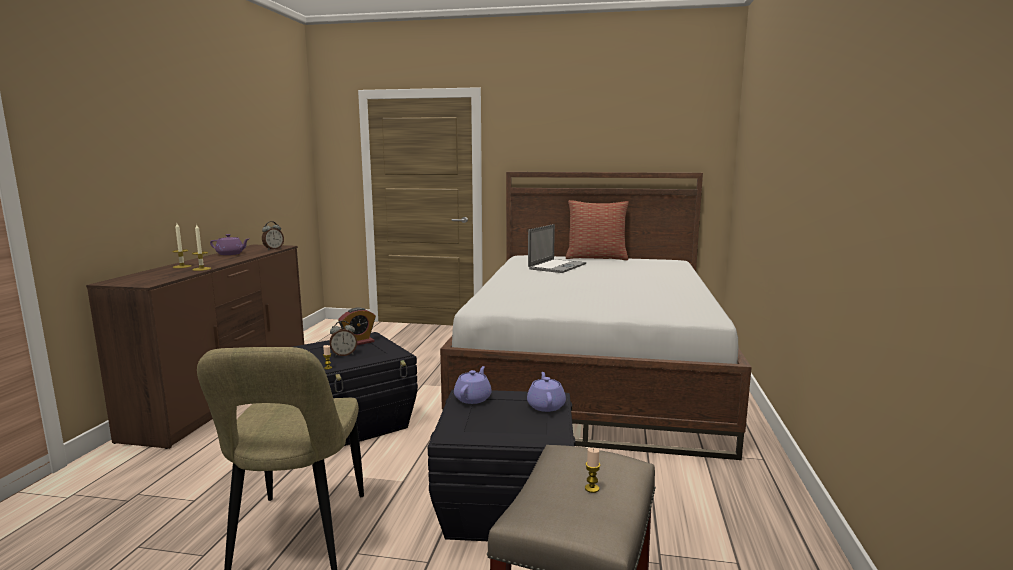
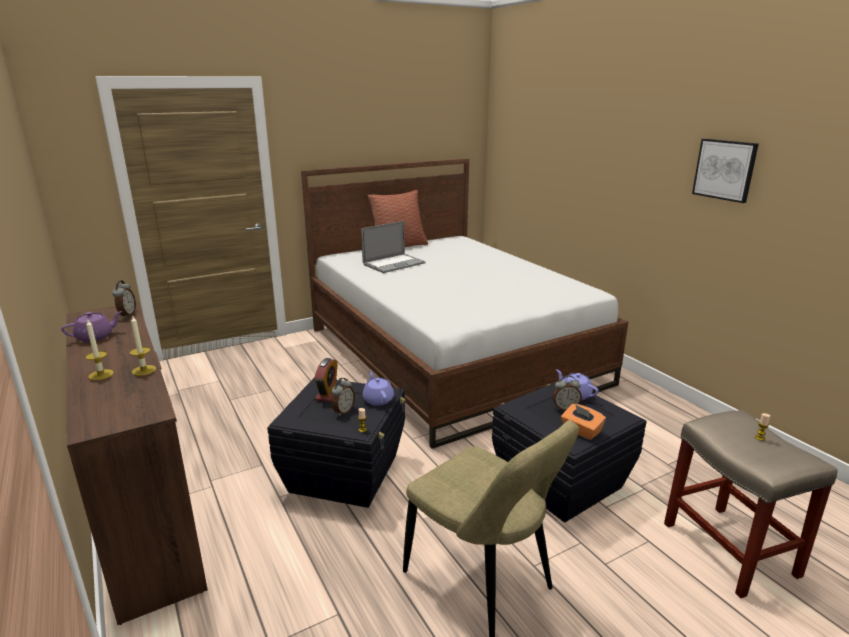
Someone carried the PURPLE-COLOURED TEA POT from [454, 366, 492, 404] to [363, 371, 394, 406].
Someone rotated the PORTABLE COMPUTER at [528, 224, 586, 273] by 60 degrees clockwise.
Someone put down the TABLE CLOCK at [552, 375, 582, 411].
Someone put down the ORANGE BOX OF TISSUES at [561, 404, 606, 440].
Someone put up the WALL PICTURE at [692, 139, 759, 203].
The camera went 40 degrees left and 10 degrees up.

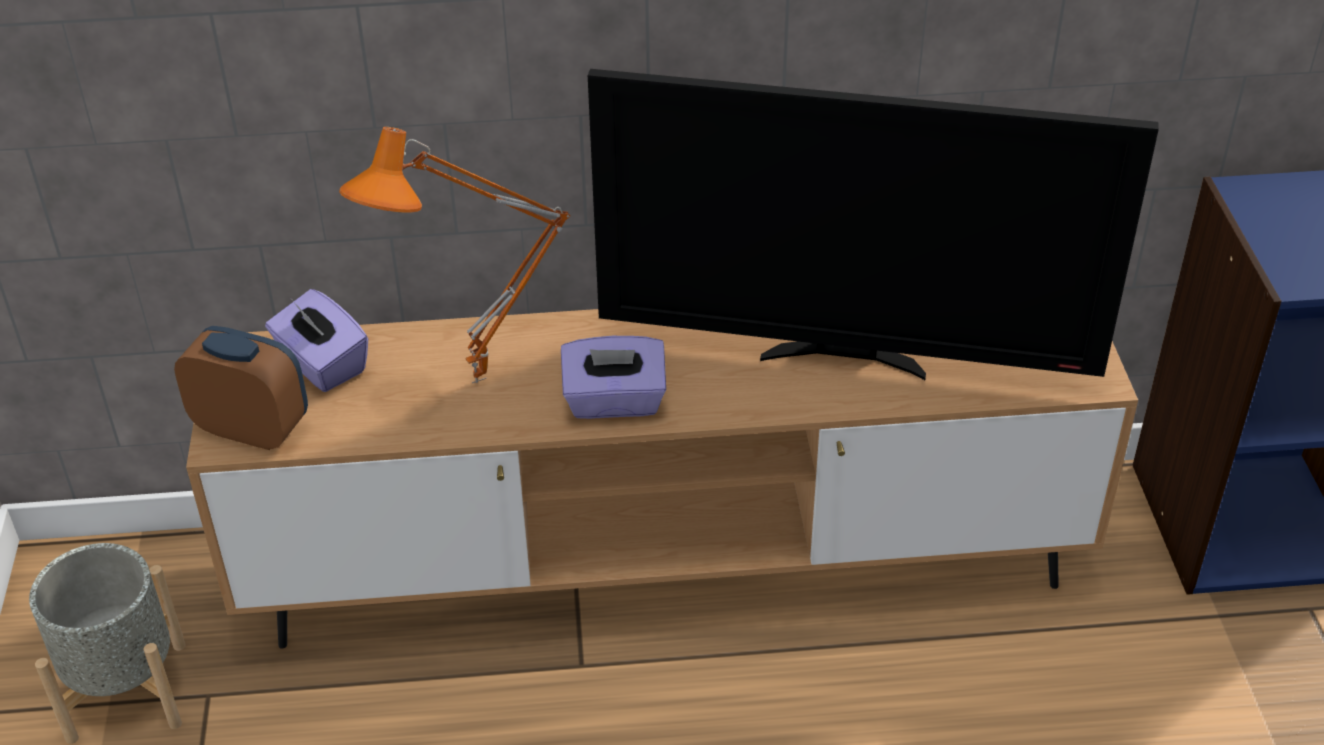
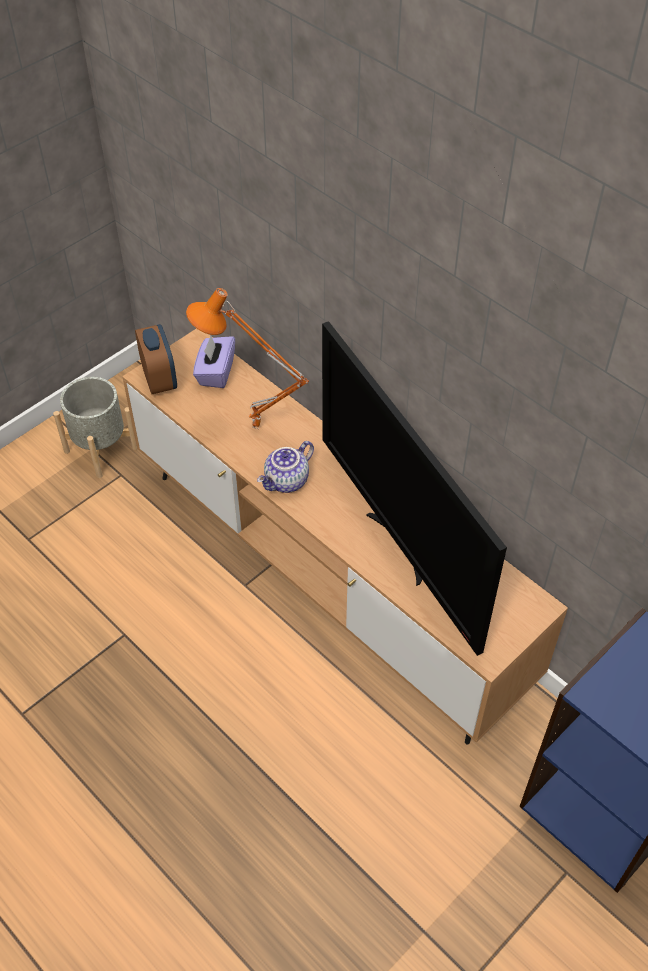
Someone swapped the PURPLE-COLOURED BOX OF TISSUES at [561, 336, 666, 419] for the TEA POT at [257, 441, 314, 493].
The camera went 50 degrees right and 10 degrees up.

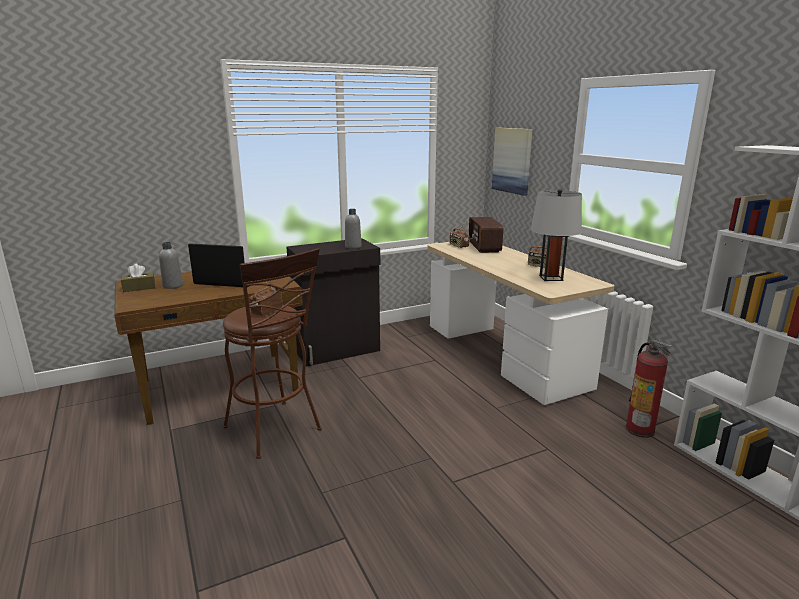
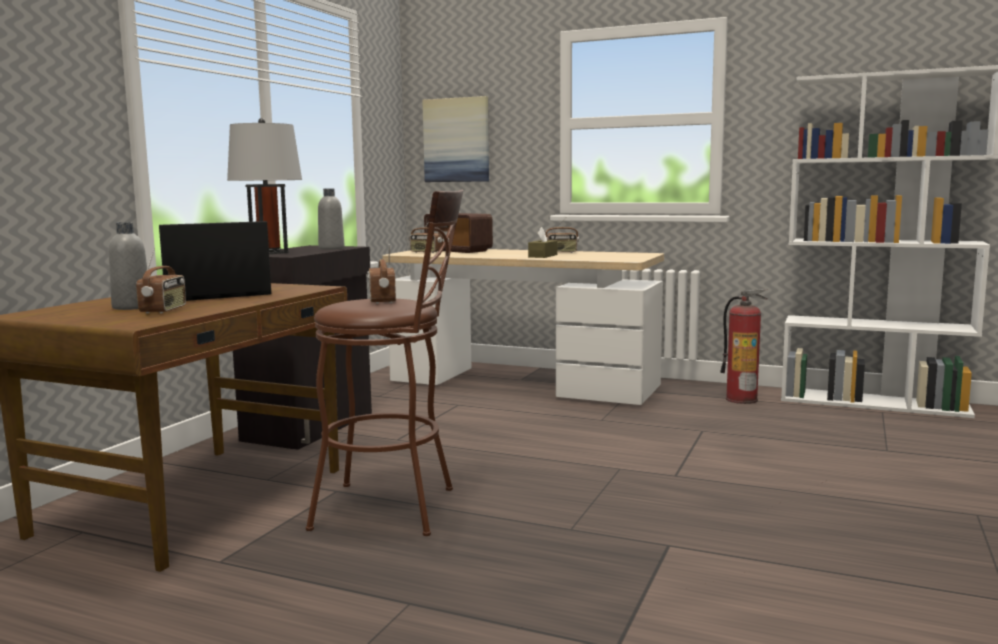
Someone carried the BROWN BOX OF TISSUES from [121, 264, 155, 292] to [528, 227, 557, 258].
Someone carried the GREY LAMP FOR A TABLE from [530, 188, 582, 281] to [227, 118, 302, 254].
Someone put down the RADIO RECEIVER at [136, 248, 186, 313].
The camera went 40 degrees left and 10 degrees down.

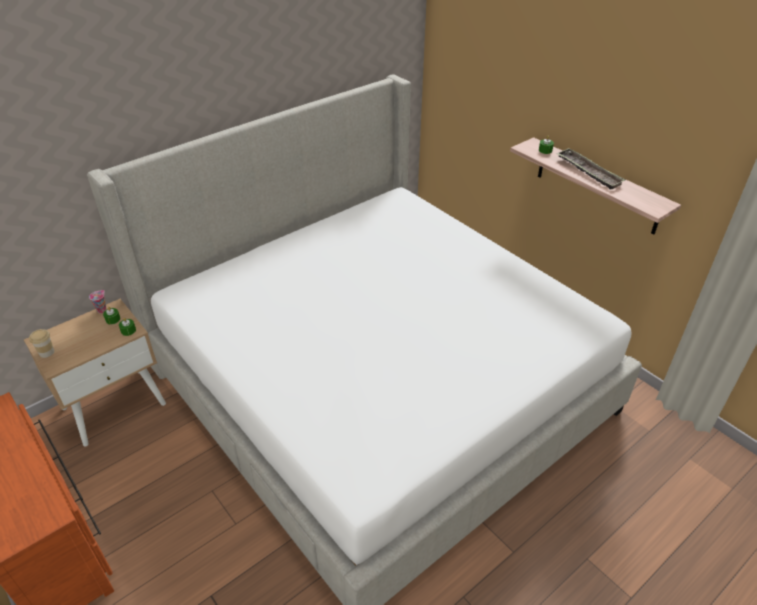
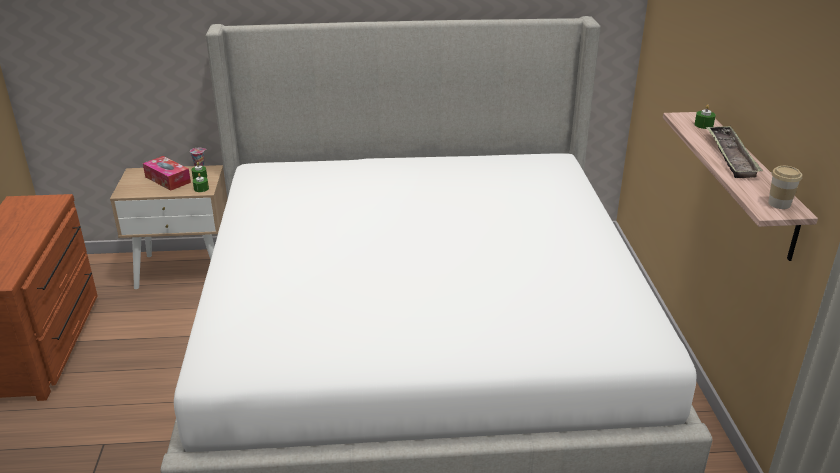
Someone carried the CUP from [29, 329, 54, 358] to [768, 166, 802, 209].
Someone put down the BOX OF TISSUES at [143, 156, 191, 191].
The camera went 35 degrees right and 10 degrees down.

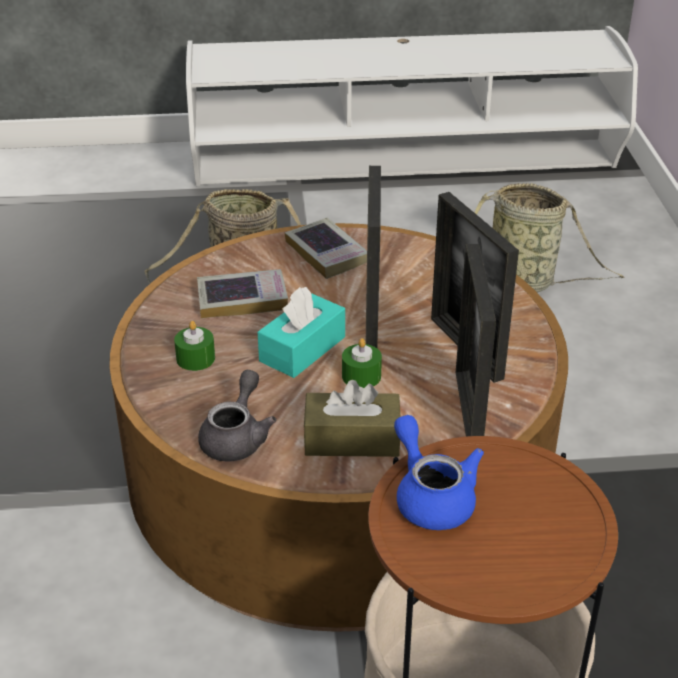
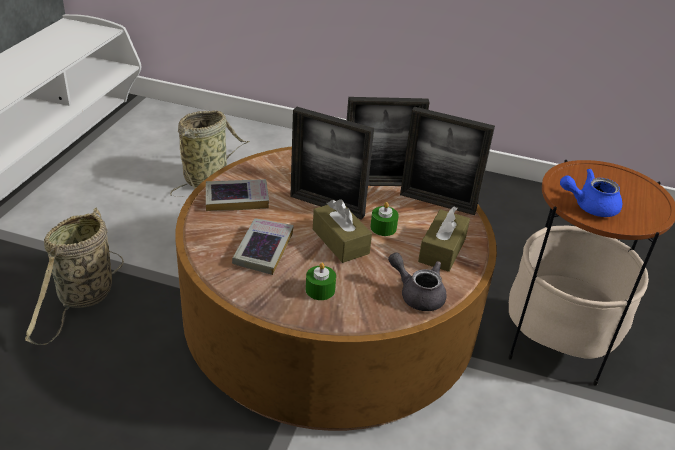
Someone repainted the TURQUOISE-COLOURED BOX OF TISSUES at [258, 287, 345, 378], which became the BROWN BOX OF TISSUES at [313, 199, 372, 263].
The camera went 70 degrees left and 0 degrees up.

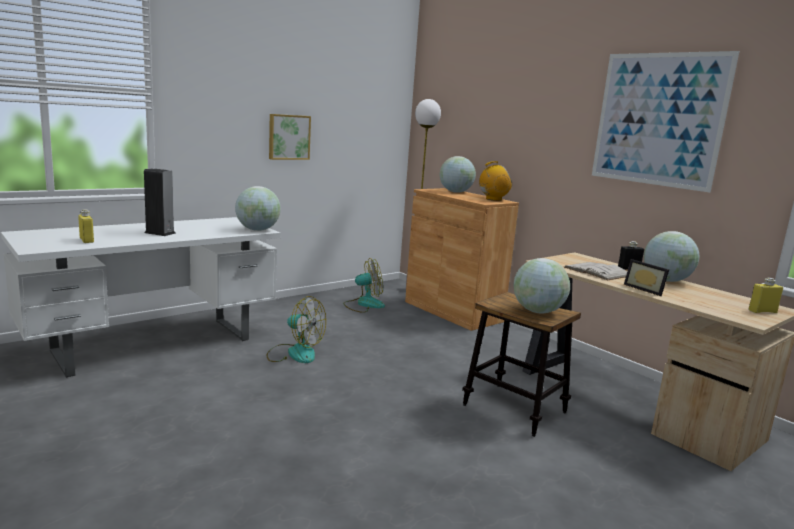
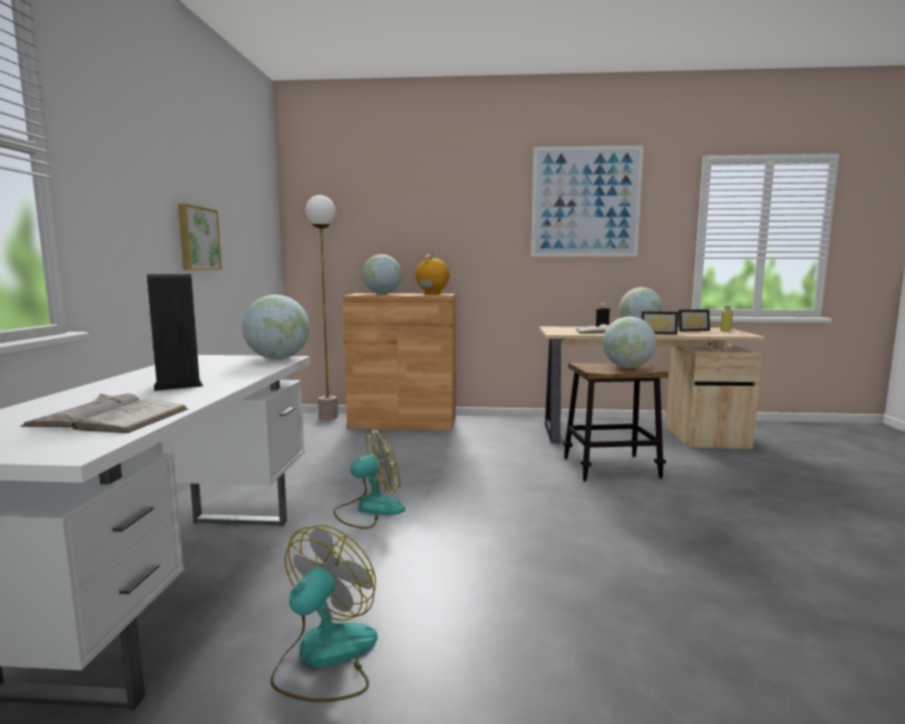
Someone swapped the YELLOW-COLOURED BOTTLE at [78, 210, 94, 243] for the WHITE BOUND BOOK at [20, 394, 188, 433].
Someone carried the ELECTRIC FAN from [343, 258, 385, 313] to [270, 525, 378, 702].
Someone put down the PHOTO FRAME at [678, 309, 710, 332].
The camera went 45 degrees left and 5 degrees down.

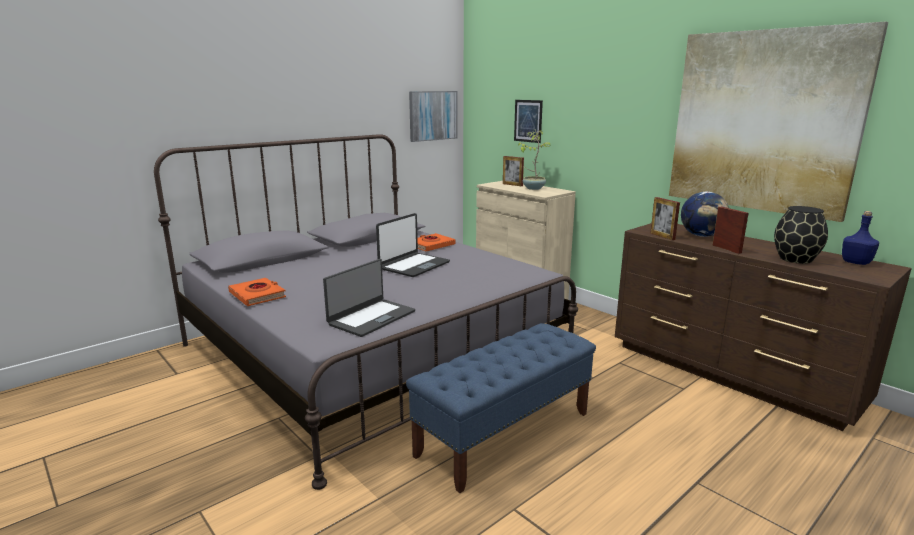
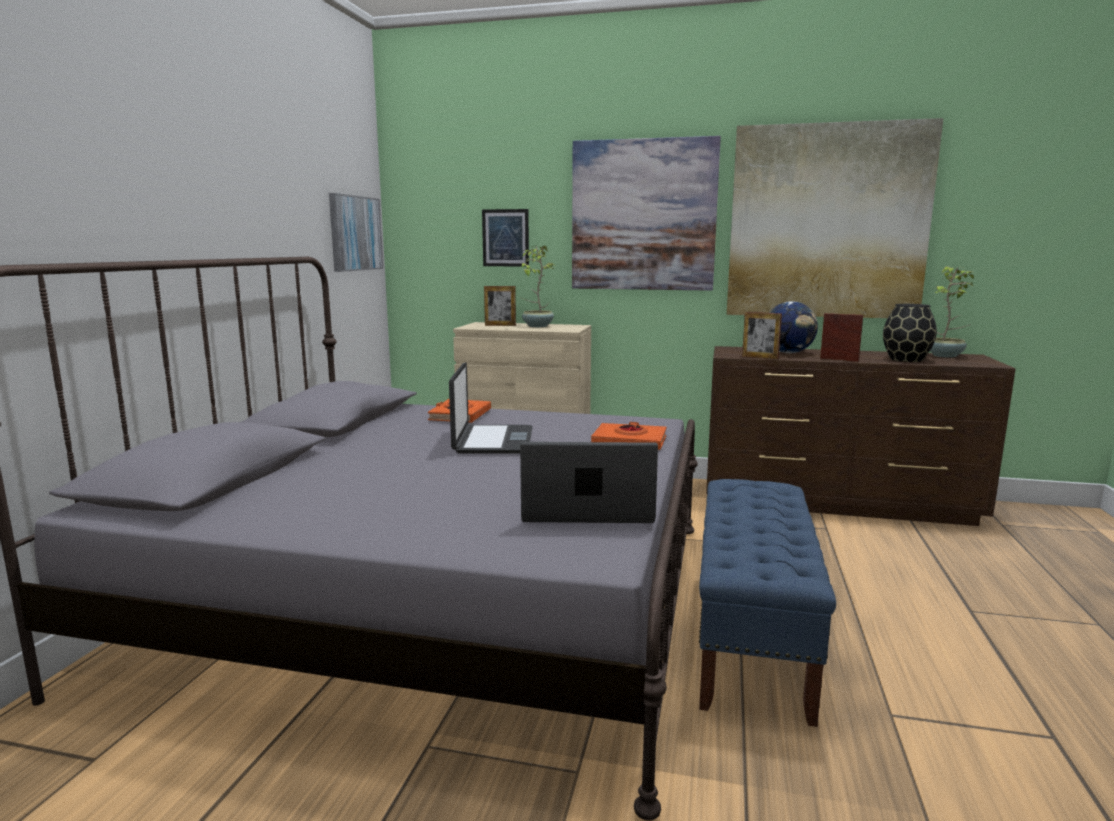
Someone carried the ORANGE BOUND BOOK from [228, 278, 286, 306] to [591, 422, 667, 450].
Someone rotated the PORTABLE COMPUTER at [323, 259, 415, 337] by 90 degrees counterclockwise.
Someone swapped the BLUE-COLOURED BOTTLE at [842, 211, 880, 265] for the POTTED PLANT at [930, 266, 975, 358].
Someone put up the WALL PICTURE at [572, 136, 721, 291].
The camera went 35 degrees left and 5 degrees down.

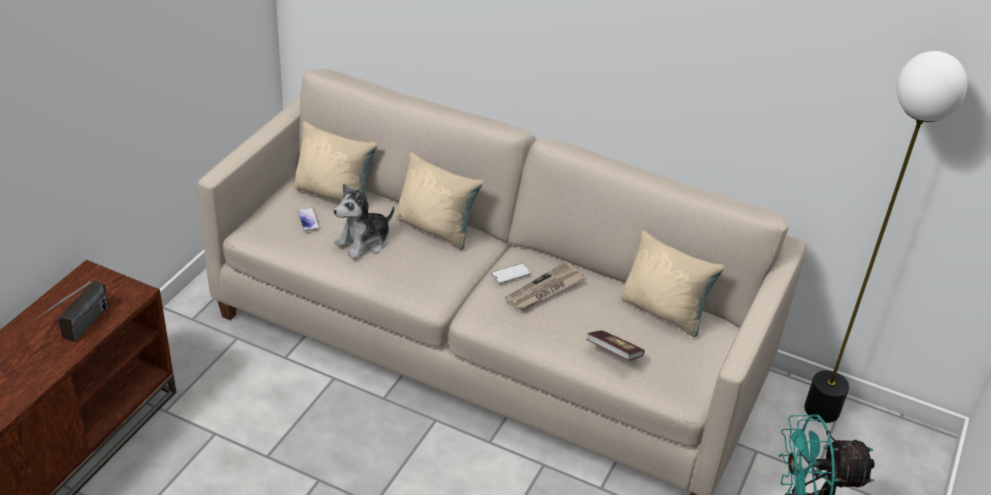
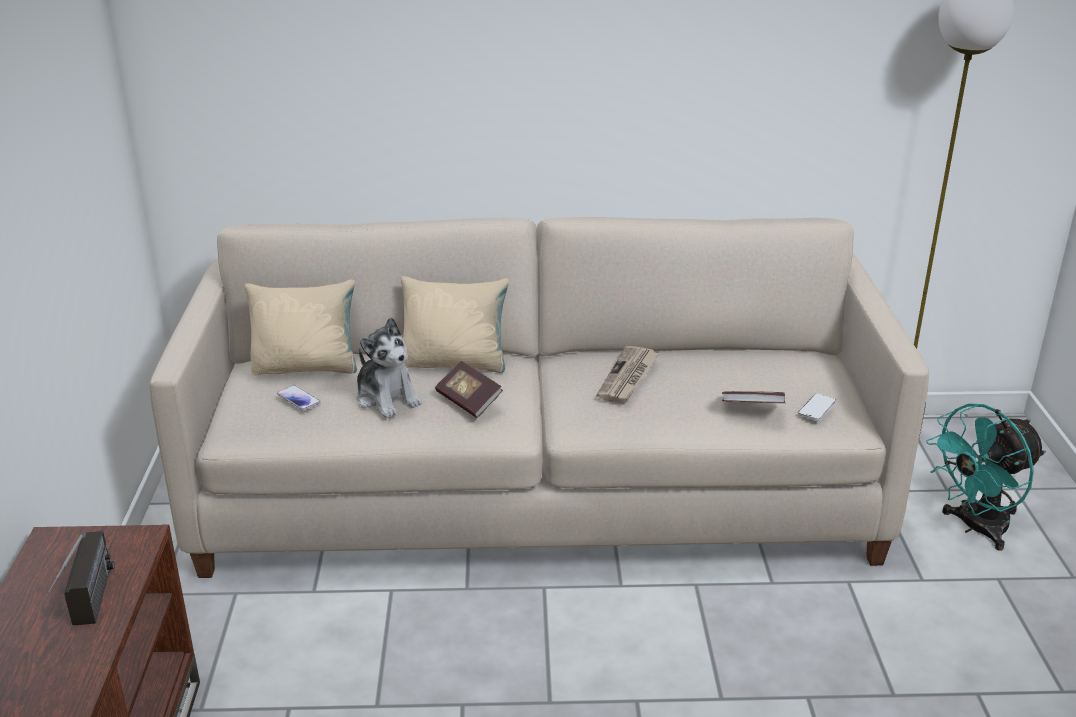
Someone rotated the SOFT TOY at [334, 184, 394, 259] by 60 degrees counterclockwise.
Someone carried the TELEPHONE from [491, 263, 530, 284] to [798, 393, 836, 421].
Someone took away the BEIGE PILLOW at [620, 230, 725, 337].
Someone put down the BOUND BOOK at [435, 361, 503, 418].
The camera went 25 degrees left and 10 degrees down.

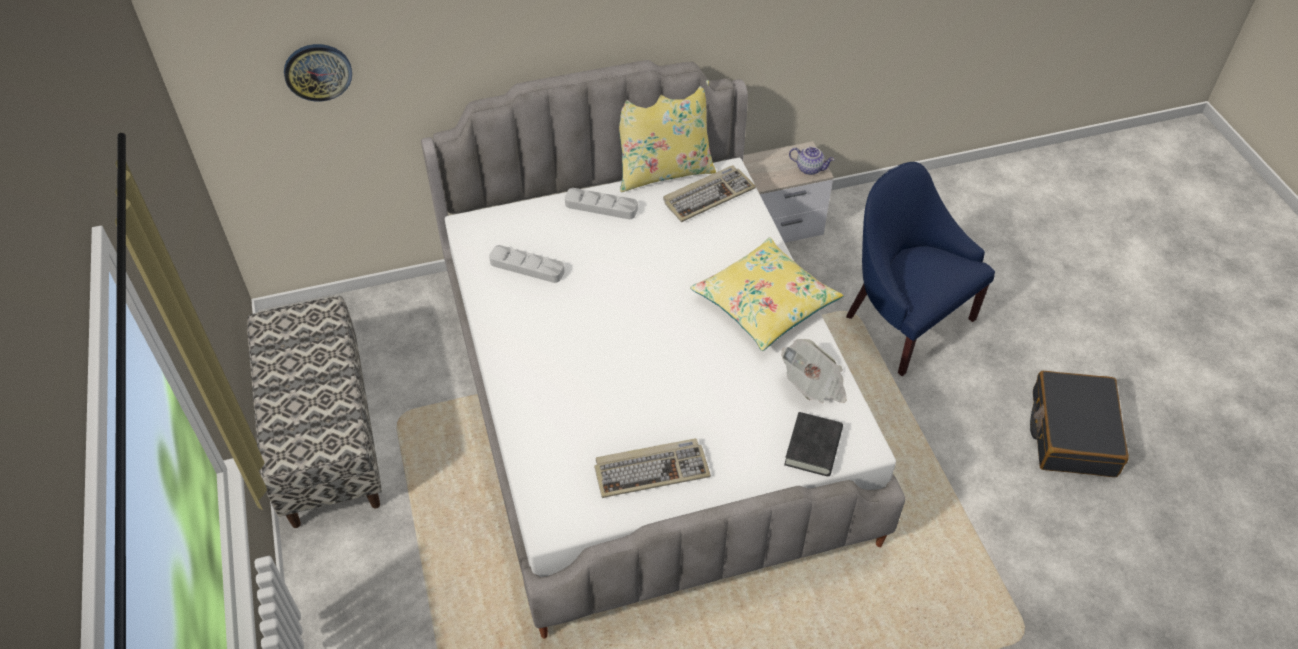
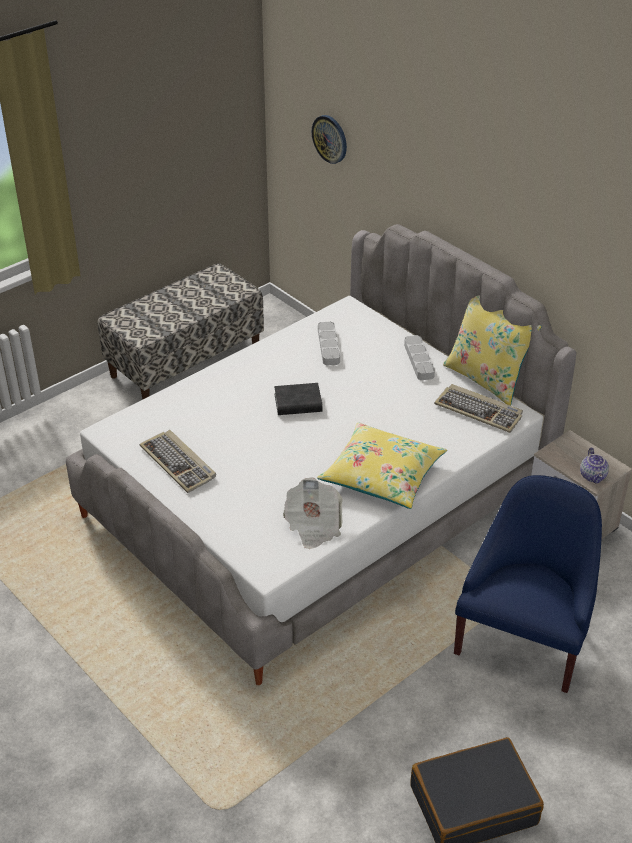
Someone carried the BLACK BOUND BOOK from [784, 412, 843, 476] to [274, 383, 323, 415].
The camera went 65 degrees right and 10 degrees down.

